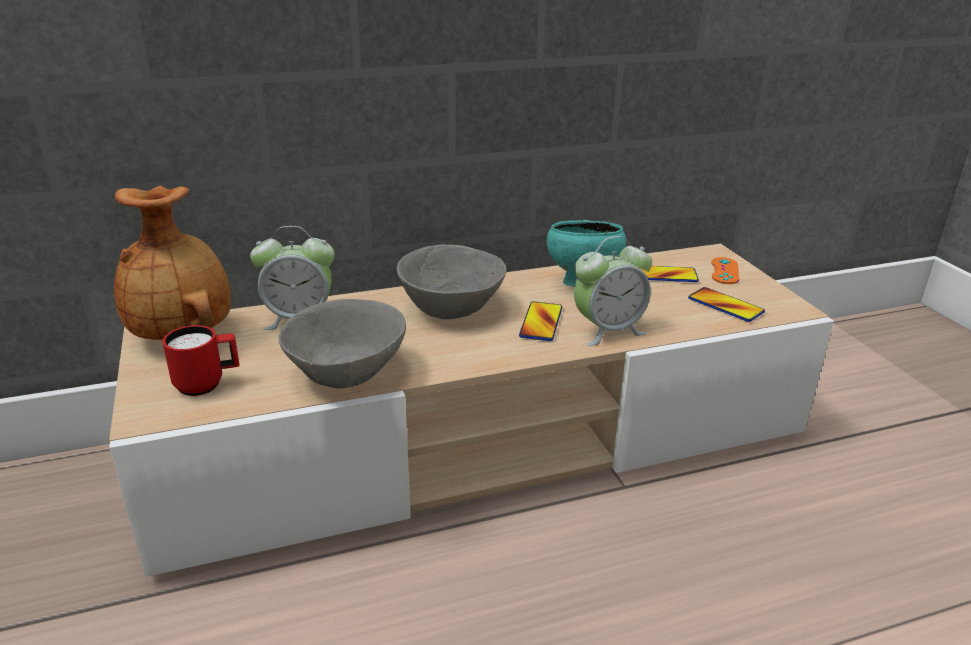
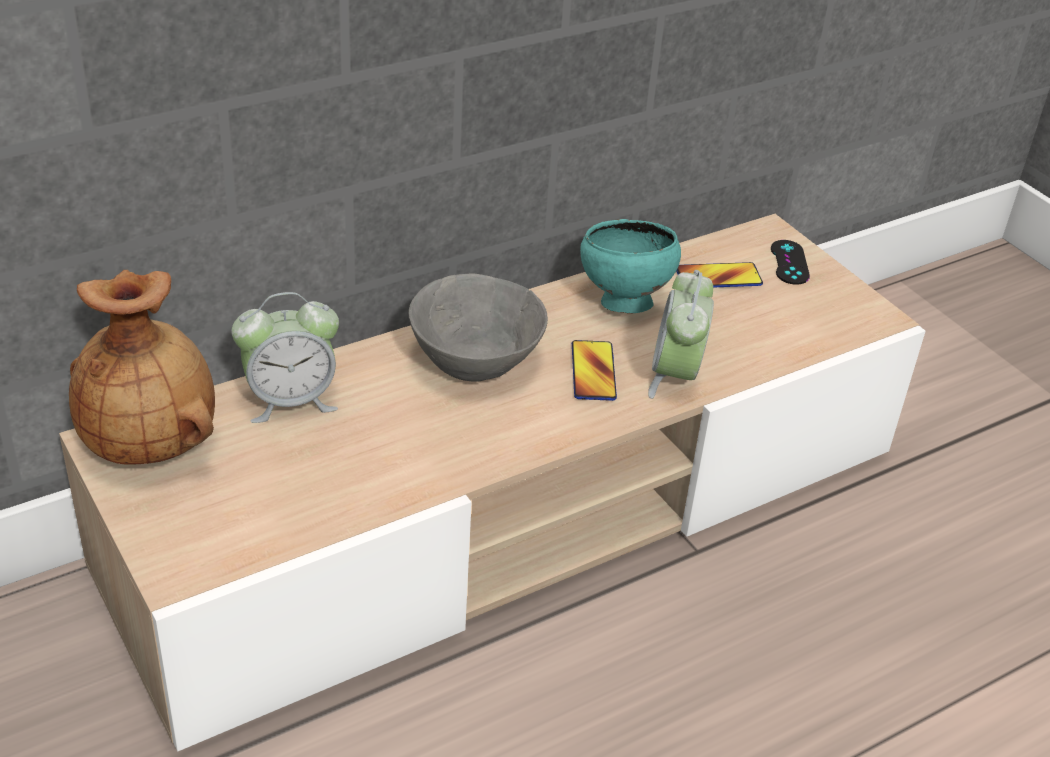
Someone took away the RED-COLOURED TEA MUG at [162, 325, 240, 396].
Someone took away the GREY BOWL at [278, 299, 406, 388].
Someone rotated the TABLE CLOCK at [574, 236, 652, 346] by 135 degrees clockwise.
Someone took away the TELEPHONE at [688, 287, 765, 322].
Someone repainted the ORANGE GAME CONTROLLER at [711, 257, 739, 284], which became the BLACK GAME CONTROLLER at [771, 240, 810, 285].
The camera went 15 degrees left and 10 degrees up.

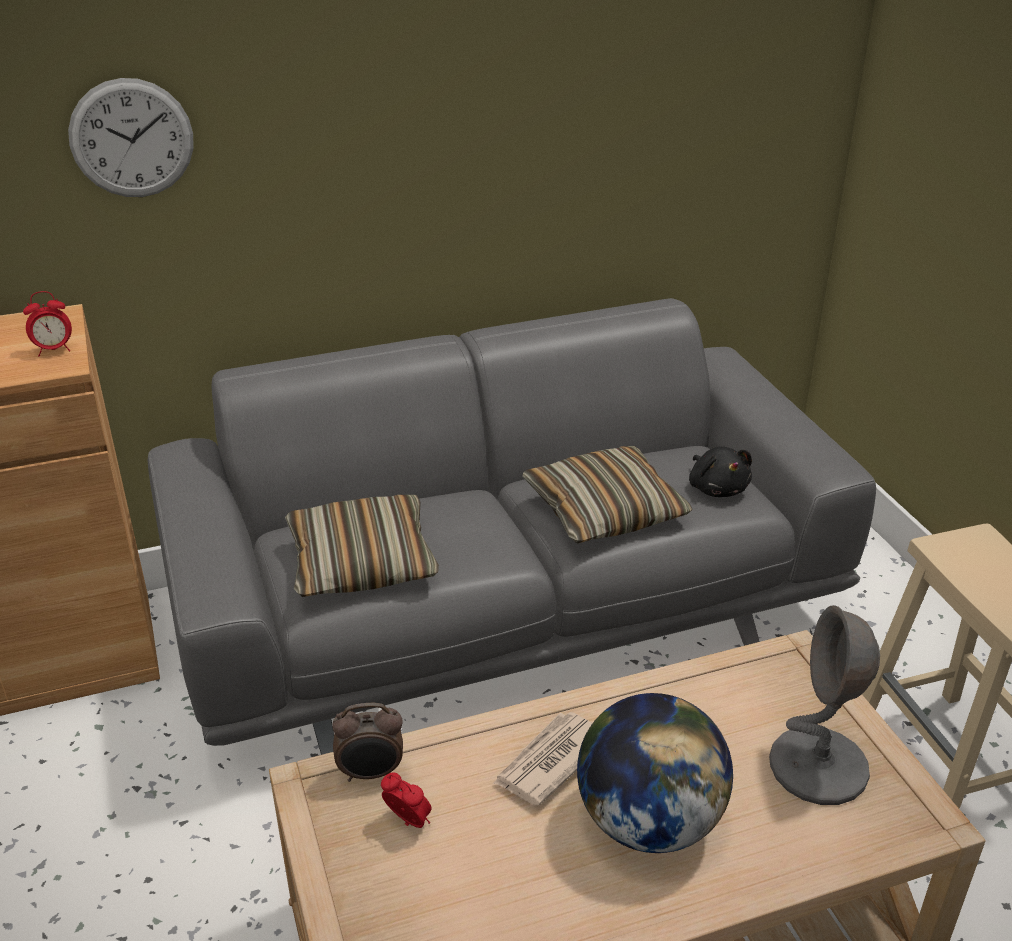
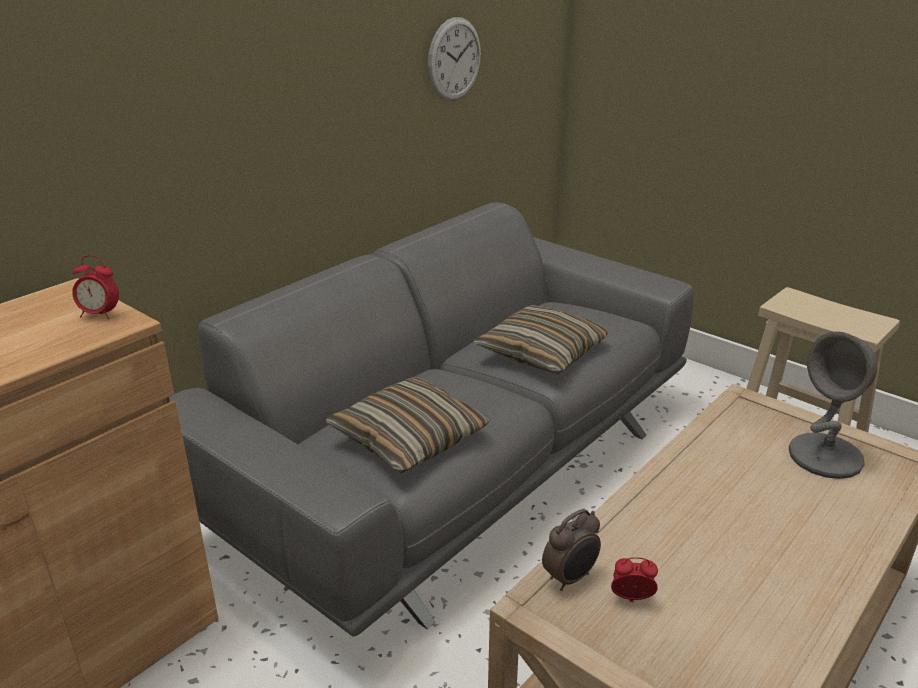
Someone rotated the TABLE CLOCK at [23, 291, 72, 357] by 60 degrees clockwise.
Someone carried the WALL CLOCK from [68, 78, 194, 197] to [428, 17, 481, 101].
Someone took away the PRINTED PAPER at [493, 712, 592, 805].
Someone took away the WORLD GLOBE at [577, 693, 733, 853].
Someone took away the BLACK SOFT TOY at [689, 446, 752, 497].
The camera went 30 degrees left and 5 degrees down.

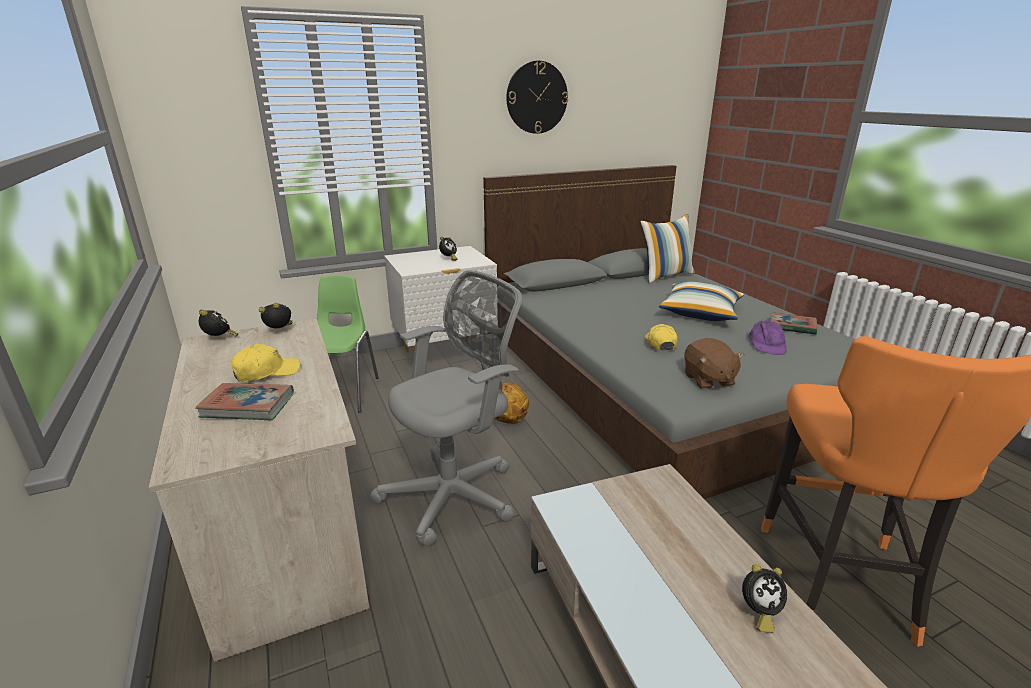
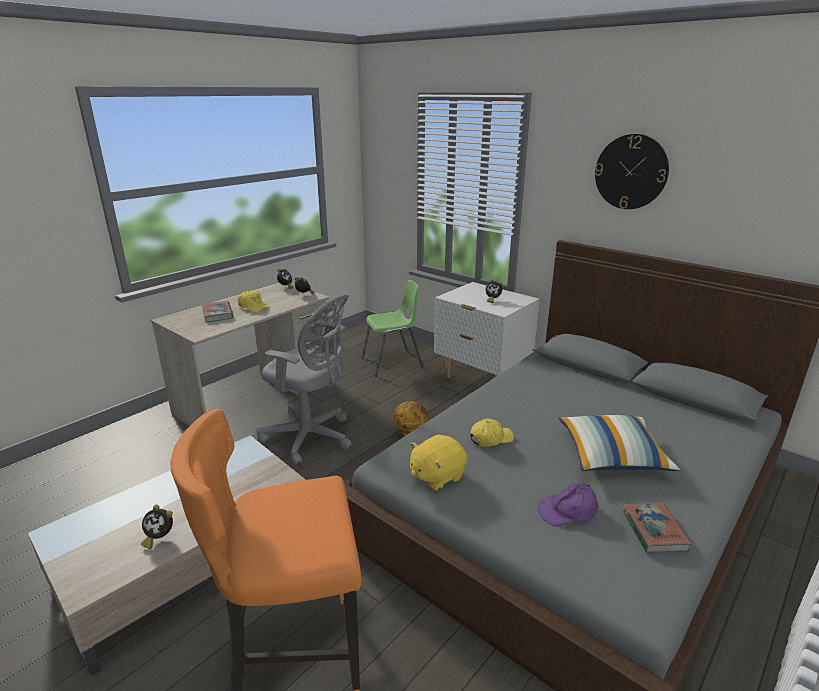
Someone took away the PILLOW at [640, 214, 695, 283].
Someone repainted the BROWN SOFT TOY at [684, 338, 744, 390], which became the YELLOW-COLOURED SOFT TOY at [410, 435, 467, 491].
Someone rotated the TABLE CLOCK at [742, 564, 787, 633] by 45 degrees counterclockwise.
The camera went 65 degrees right and 0 degrees up.

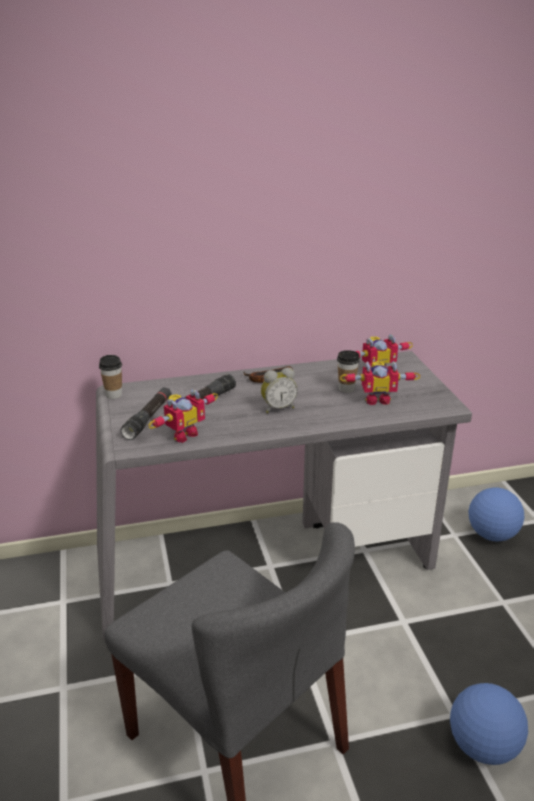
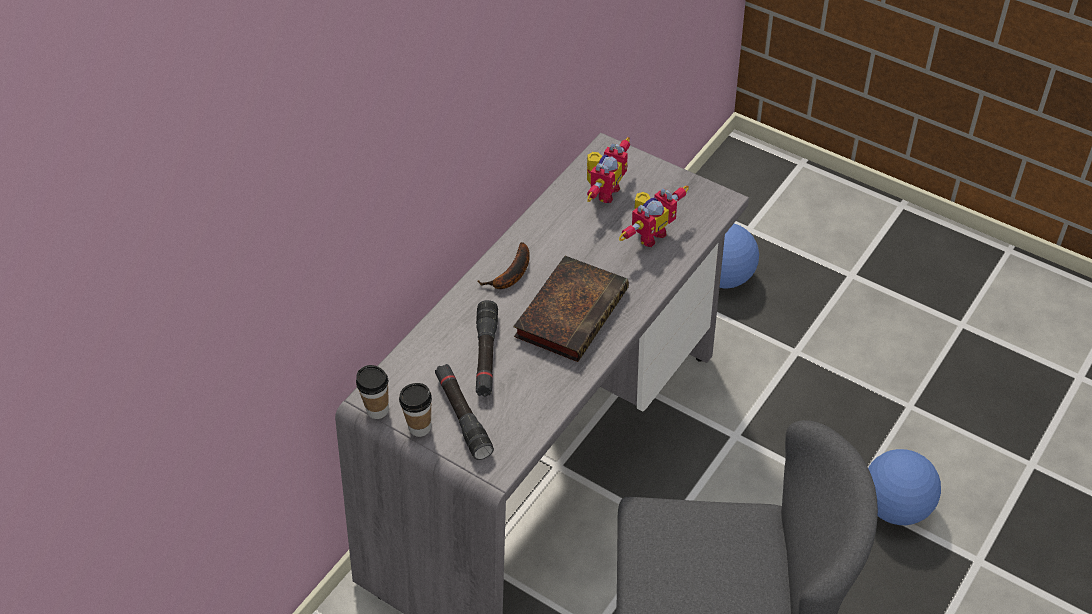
Someone took away the TOY ROBOT at [149, 389, 218, 443].
Someone swapped the TABLE CLOCK at [261, 368, 298, 413] for the BOUND BOOK at [514, 256, 629, 362].
Someone carried the CUP from [337, 350, 360, 393] to [399, 383, 432, 437].
The camera went 40 degrees left and 20 degrees up.

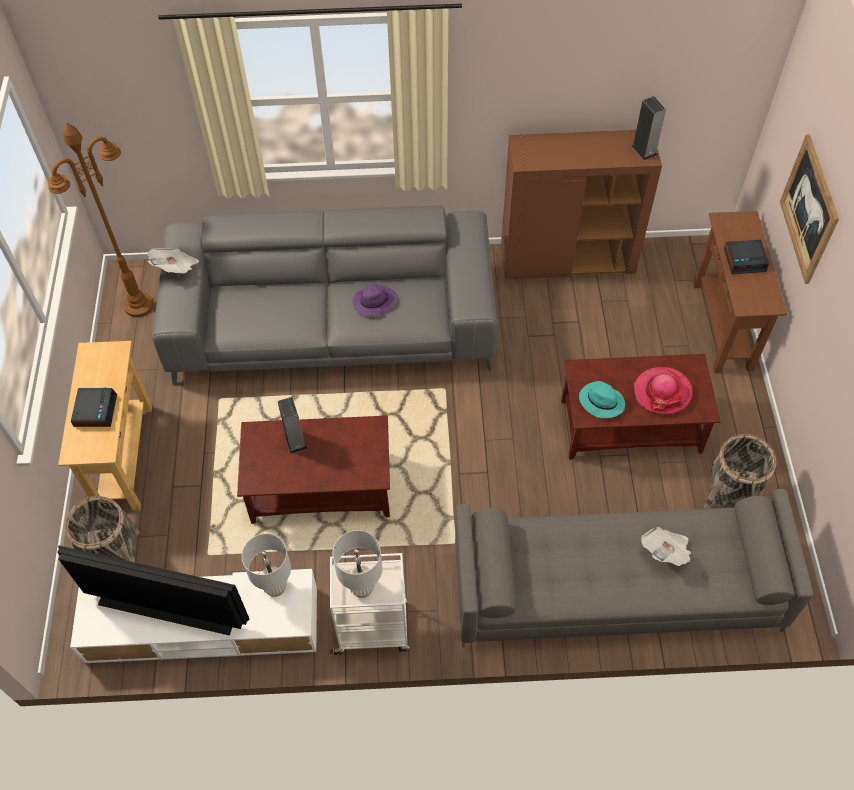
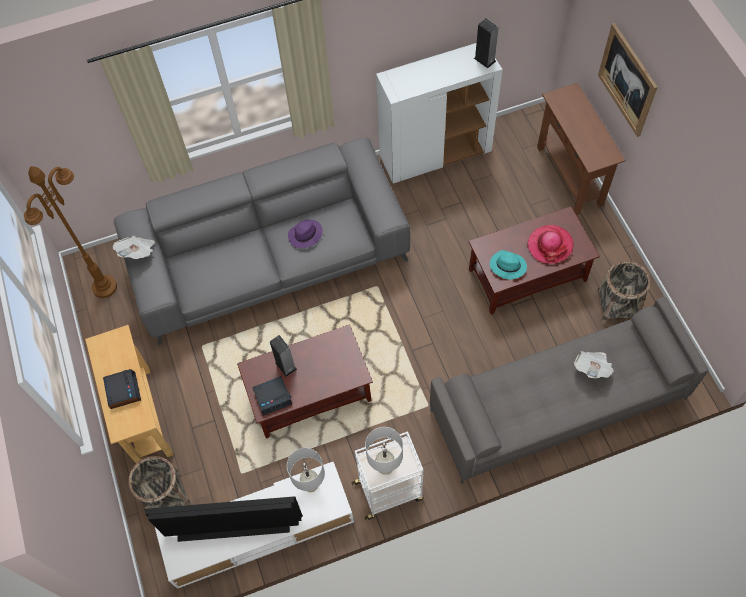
Someone repainted the BROWN CABINET at [501, 130, 662, 279], which became the WHITE CABINET at [376, 43, 503, 184].
Someone carried the TABLE CLOCK from [724, 240, 769, 274] to [252, 376, 292, 416].
The camera went 15 degrees left and 5 degrees up.

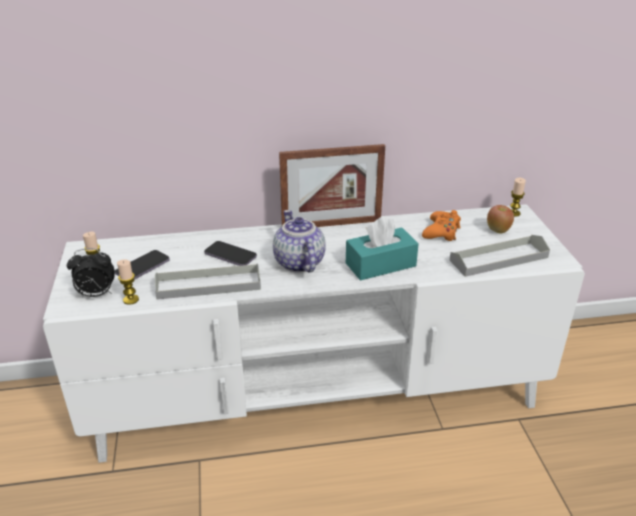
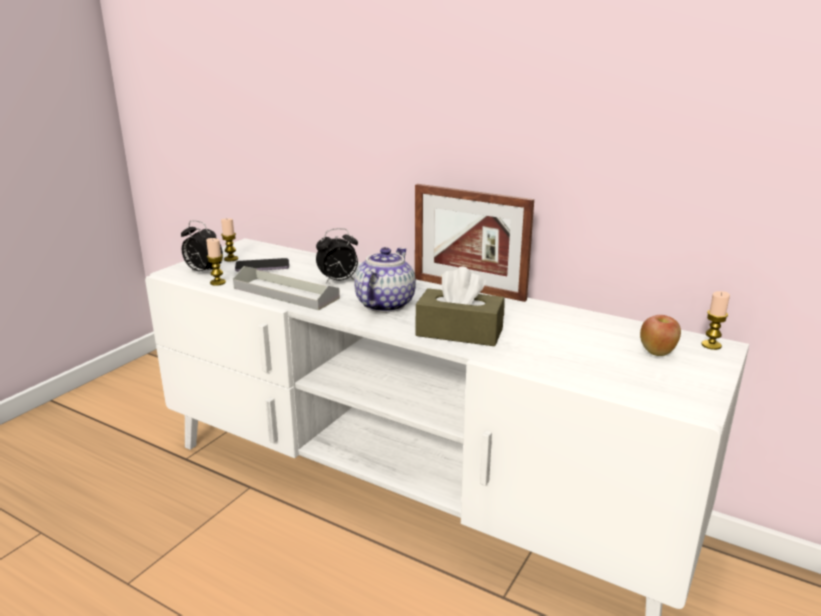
Someone swapped the TELEPHONE at [204, 241, 257, 266] for the TABLE CLOCK at [316, 228, 358, 283].
Someone repainted the TURQUOISE-COLOURED BOX OF TISSUES at [346, 216, 419, 281], which became the BROWN BOX OF TISSUES at [416, 266, 505, 346].
Someone took away the ORANGE GAME CONTROLLER at [422, 210, 461, 241].
Someone took away the GREY TRAY at [449, 235, 550, 277].
The camera went 40 degrees right and 10 degrees down.

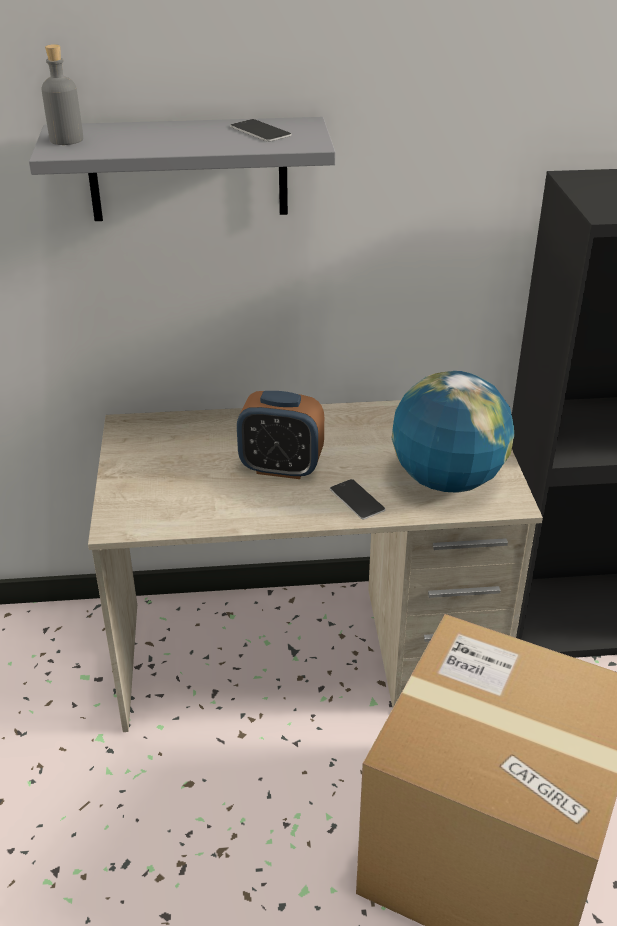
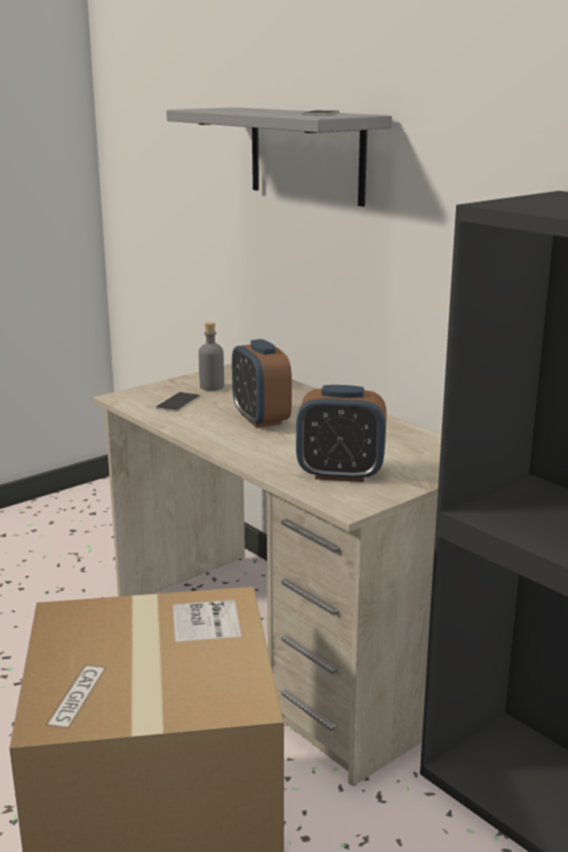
Someone carried the GREY BOTTLE from [42, 44, 83, 145] to [198, 322, 224, 391].
Someone carried the TELEPHONE from [330, 479, 385, 520] to [155, 392, 200, 412].
Someone swapped the WORLD GLOBE at [392, 371, 514, 493] for the TABLE CLOCK at [296, 385, 387, 482].
The camera went 55 degrees right and 15 degrees down.

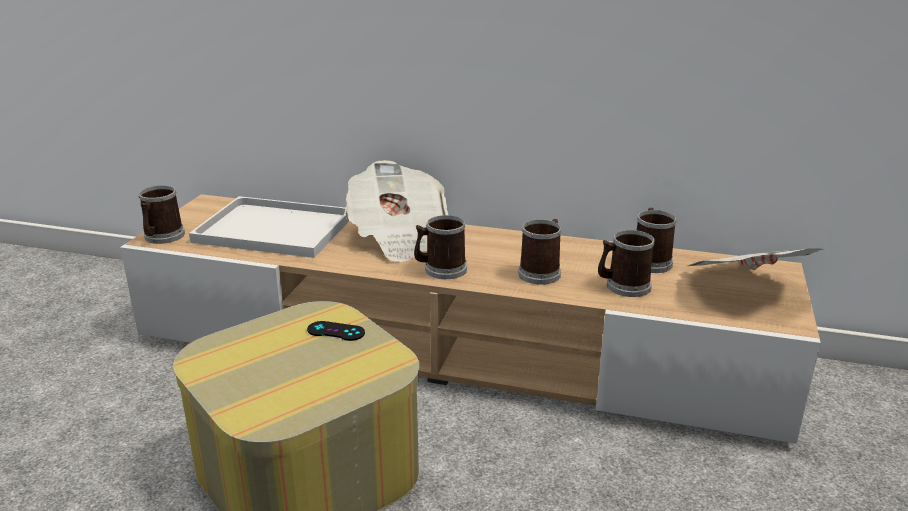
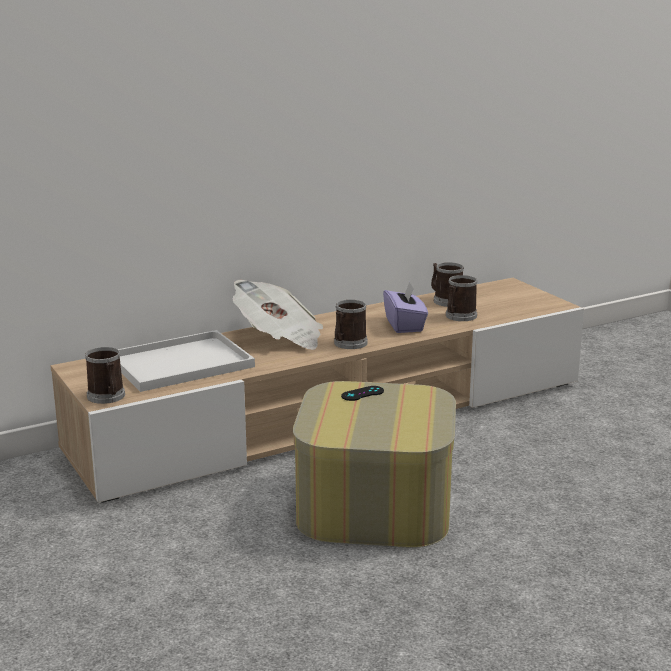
Someone swapped the TEA MUG at [518, 219, 561, 285] for the PURPLE-COLOURED BOX OF TISSUES at [383, 282, 428, 333].
Someone took away the PRINTED PAPER at [690, 248, 824, 270].
The camera went 45 degrees left and 5 degrees down.

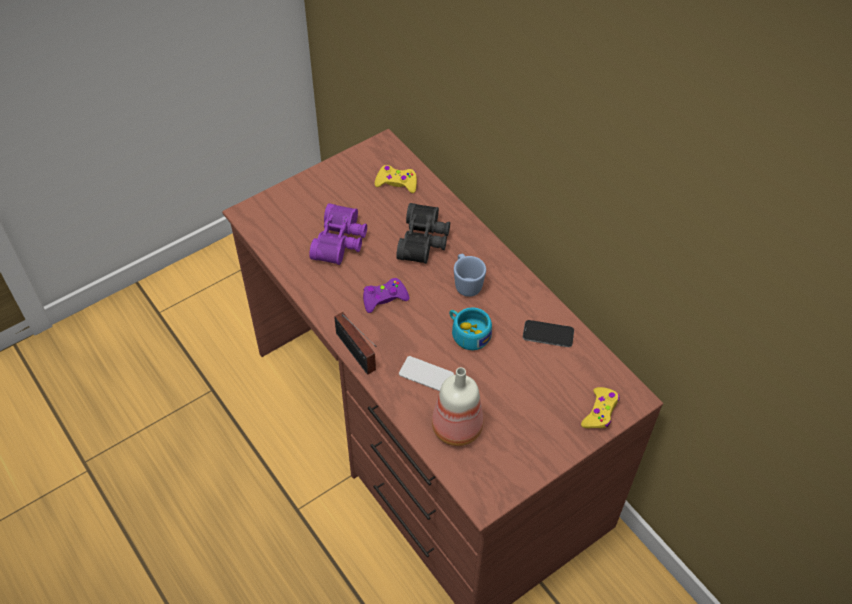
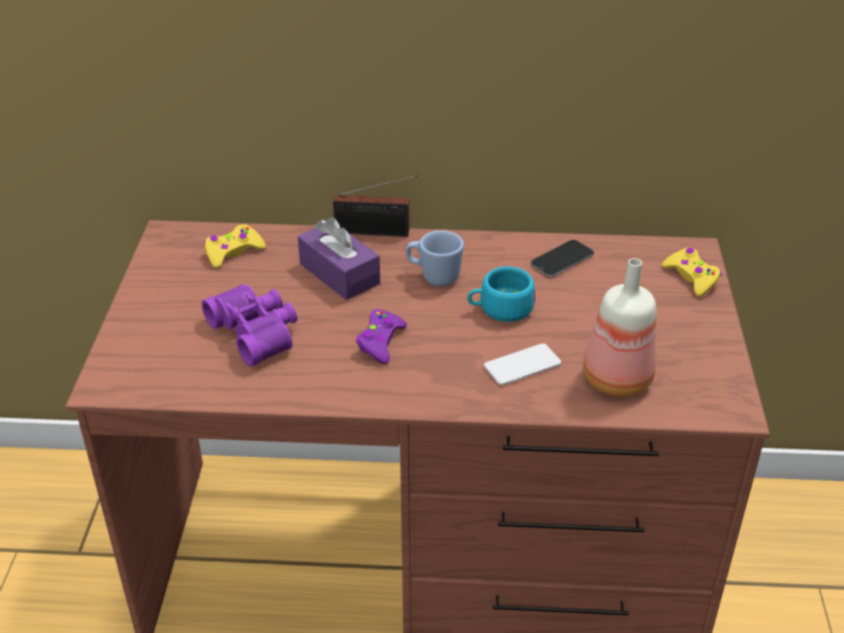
Someone carried the RADIO RECEIVER from [334, 312, 376, 375] to [333, 175, 418, 237].
Someone swapped the BLACK BINOCULARS at [396, 203, 450, 264] for the PURPLE-COLOURED BOX OF TISSUES at [298, 217, 380, 300].
The camera went 50 degrees left and 15 degrees down.

